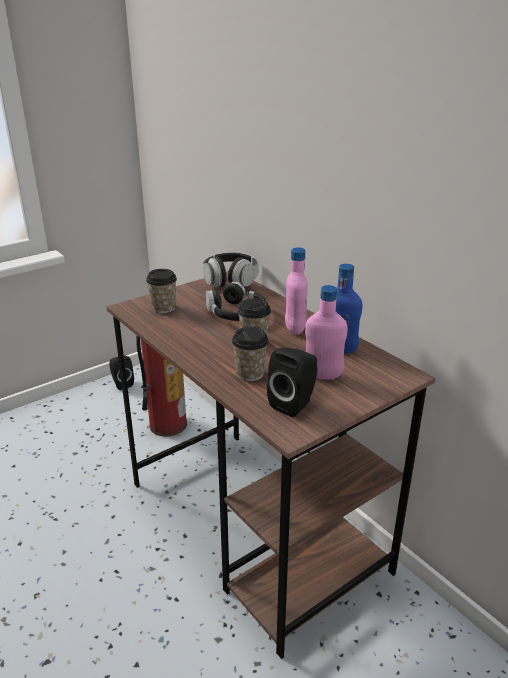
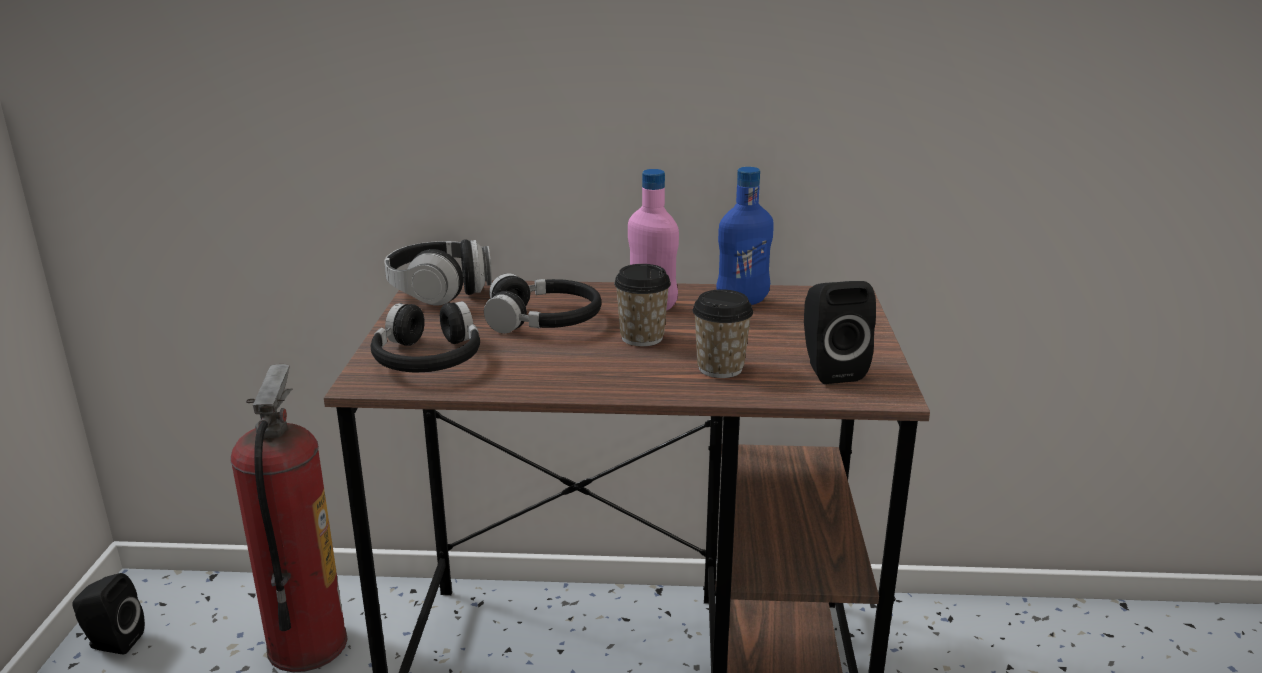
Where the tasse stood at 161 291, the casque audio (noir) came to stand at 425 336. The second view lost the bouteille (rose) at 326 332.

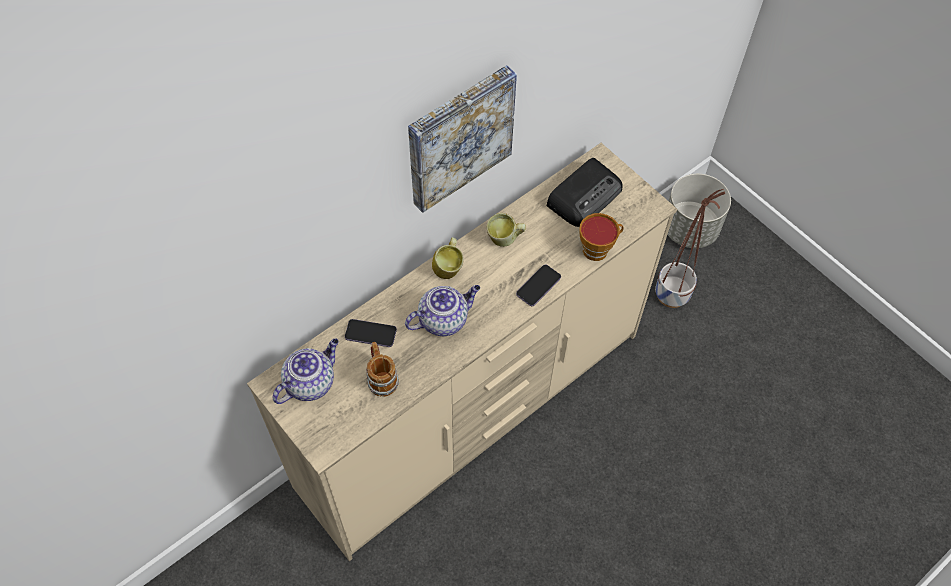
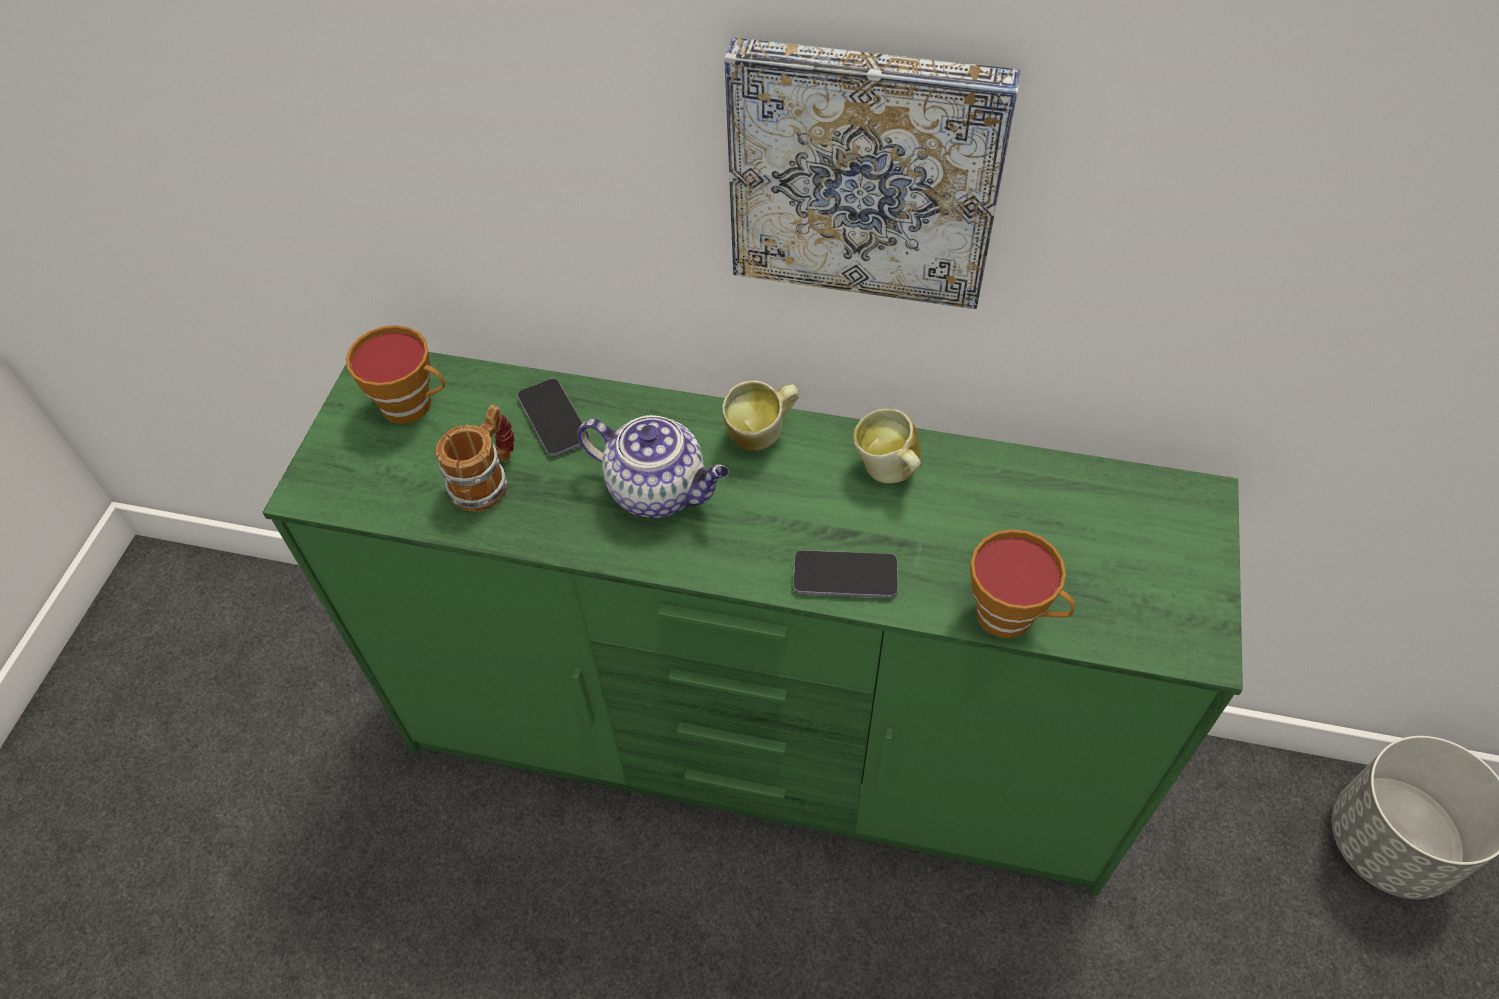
What was the commode (beige) at 462 352 turned into the commode (vert) at 752 624. Where the théière stood at 306 371, the tasse came to stand at 395 374. The second view lost the radio at 585 192. The second view lost the cache-pot at 690 248.

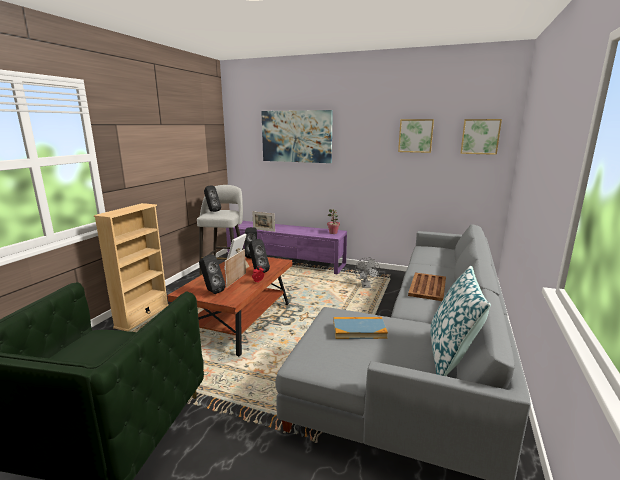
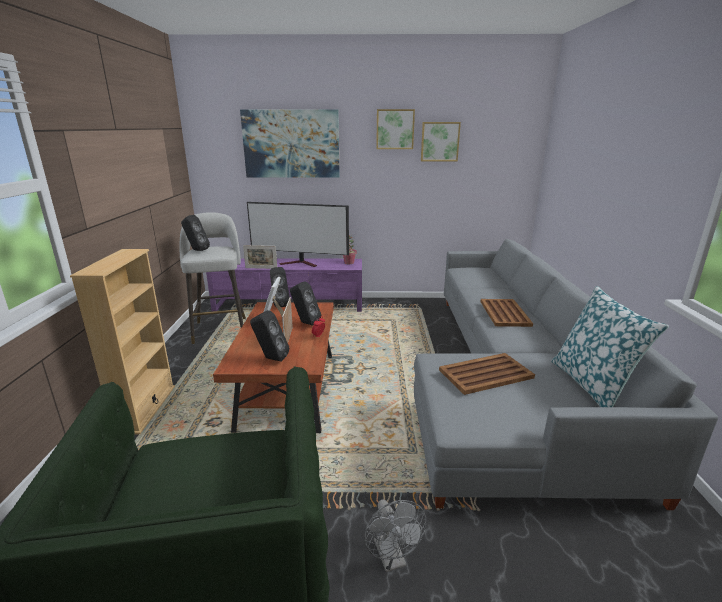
The second view gained the téléviseur at 298 234. The ventilateur (gris) ended up elsewhere, having gone from 367 272 to 396 535. The tableau ended up elsewhere, having gone from 481 137 to 395 129. Where the livre stood at 360 328, the plateau (marron) came to stand at 487 374.

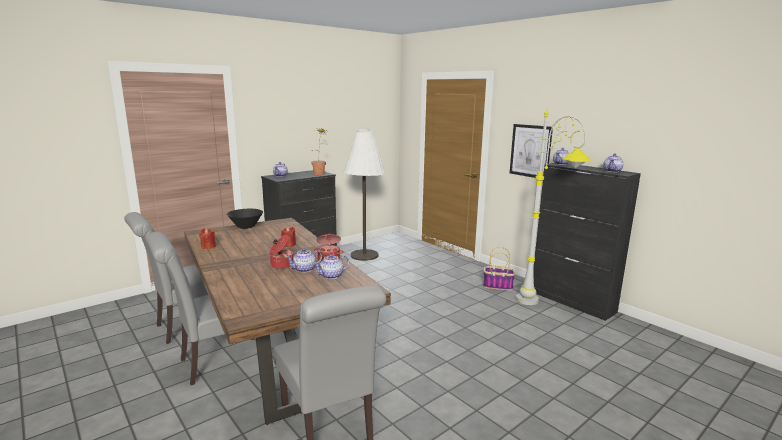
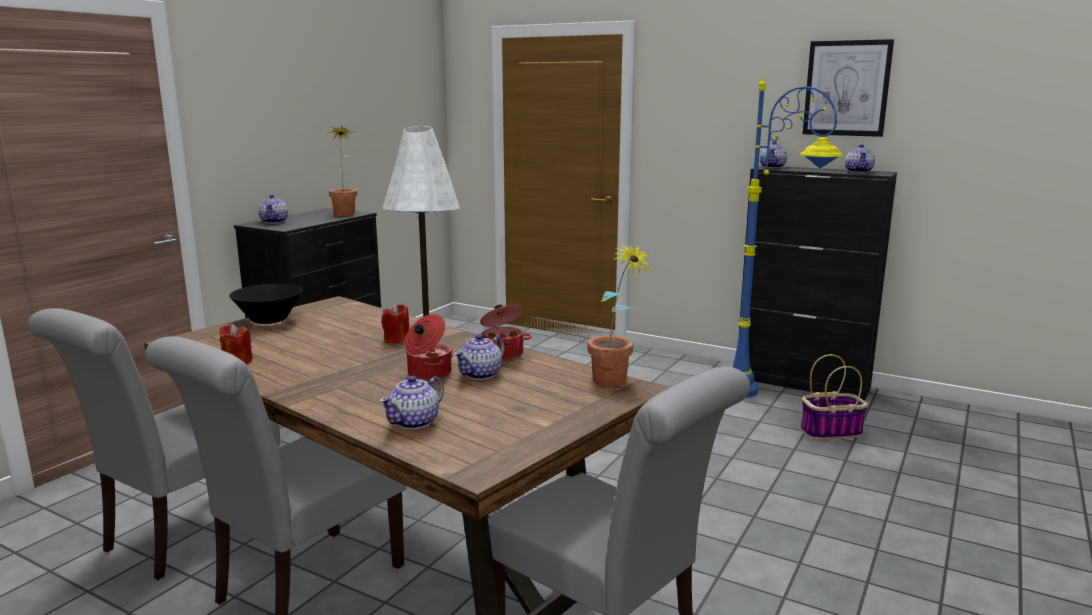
The théière ended up elsewhere, having gone from 331 266 to 411 403. The second view gained the plante en pot at 620 314. What was the lampadaire (gris) at 553 207 turned into the lampadaire (bleu) at 787 236. The panier ended up elsewhere, having gone from 499 269 to 834 397. The tableau ended up elsewhere, having gone from 531 151 to 848 88.

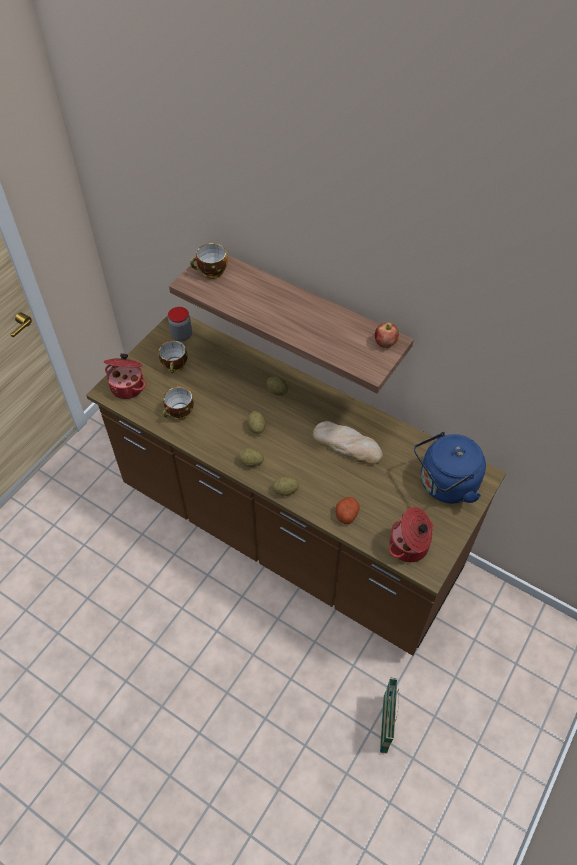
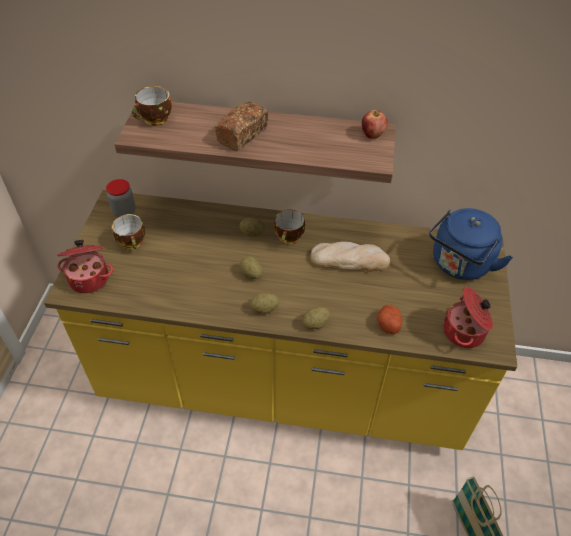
What was the comptoir de cuisine (marron) at 296 485 turned into the comptoir de cuisine (jaune) at 280 320. The second view gained the pain at 241 126. The tasse ended up elsewhere, having gone from 178 403 to 289 227.

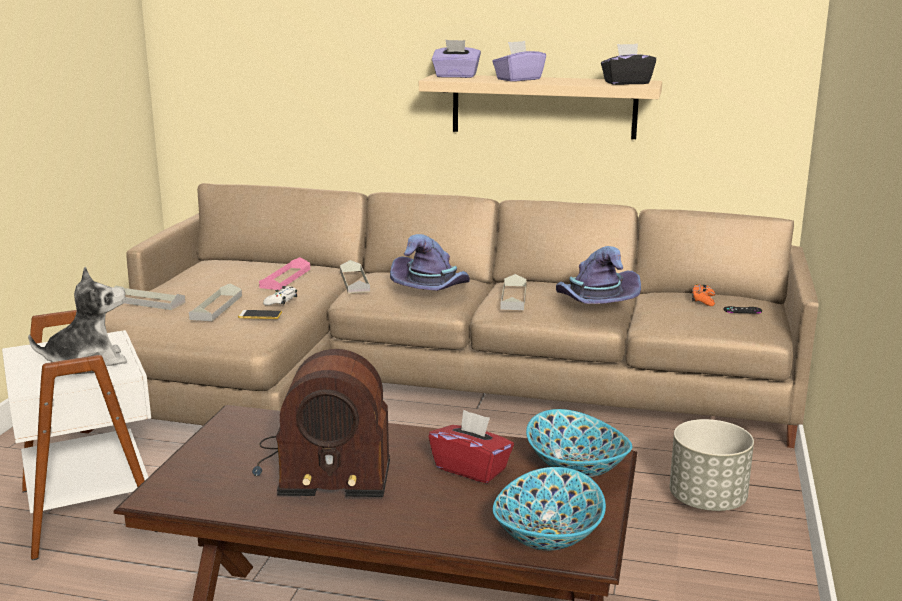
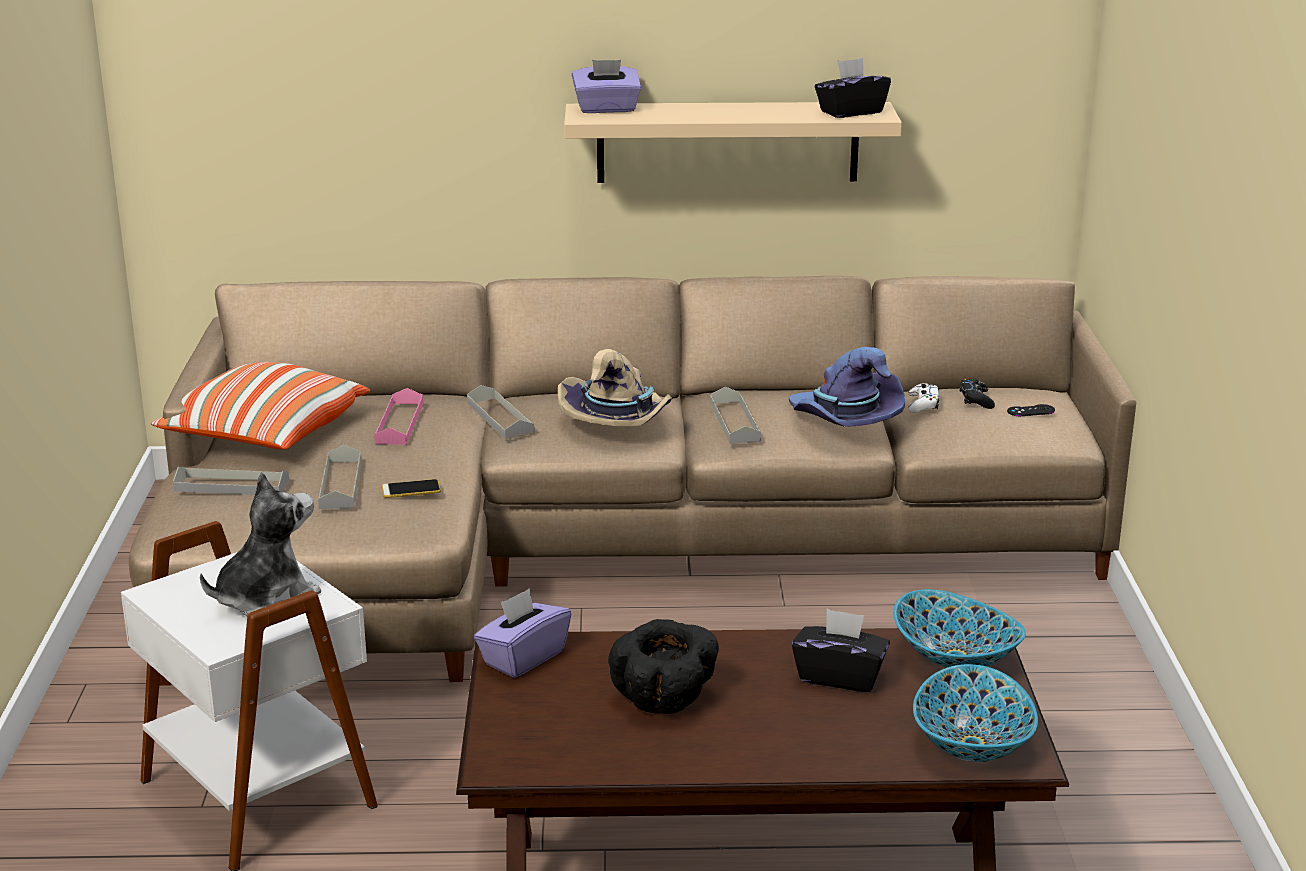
The second view gained the coussin at 260 406. The boîte à mouchoirs (violet) ended up elsewhere, having gone from 519 61 to 522 633. What was the chapeau (violet) at 430 262 turned into the chapeau (beige) at 615 387. Where the radio stood at 321 423, the bol (noir) came to stand at 663 666. What was the boîte à mouchoirs (rouge) at 471 446 turned into the boîte à mouchoirs (noir) at 841 650. The manette (blanc) ended up elsewhere, having gone from 280 295 to 923 398. What was the manette (orange) at 703 295 turned into the manette (noir) at 977 393. The second view lost the cache-pot (gris) at 711 465.

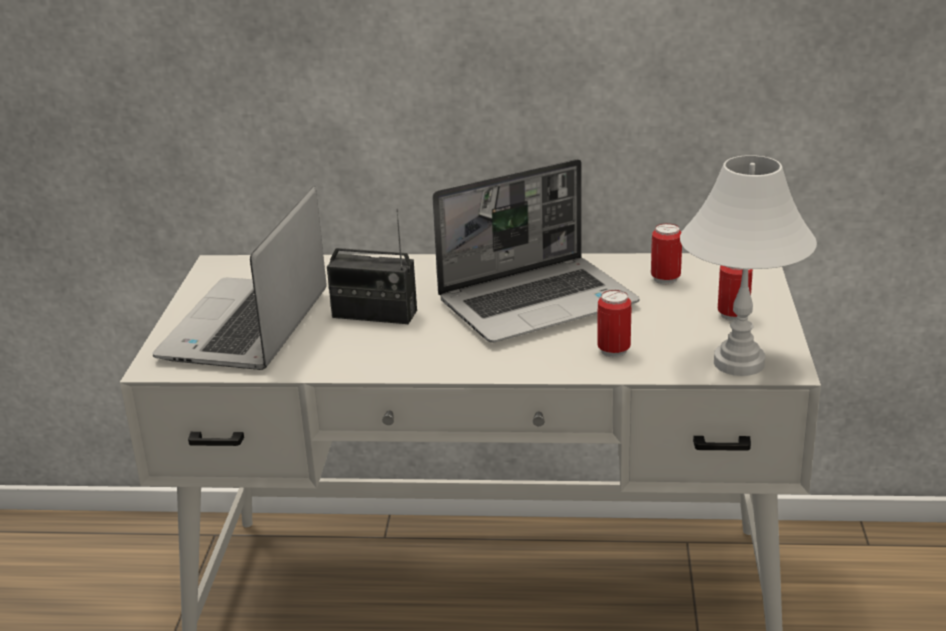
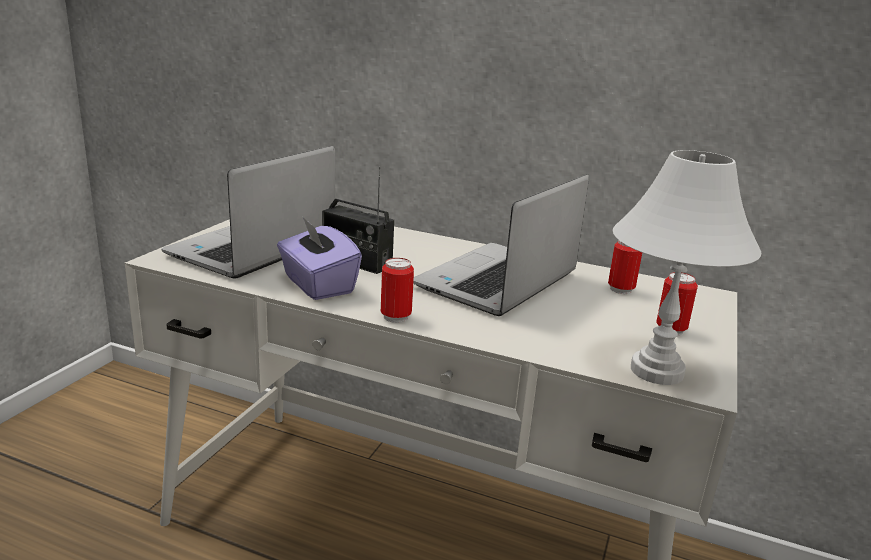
The second view gained the boîte à mouchoirs (violet) at 319 258. The boîte métallique ended up elsewhere, having gone from 614 324 to 397 290. The ordinateur portable at 535 251 ended up facing another way, 135 degrees clockwise from before.

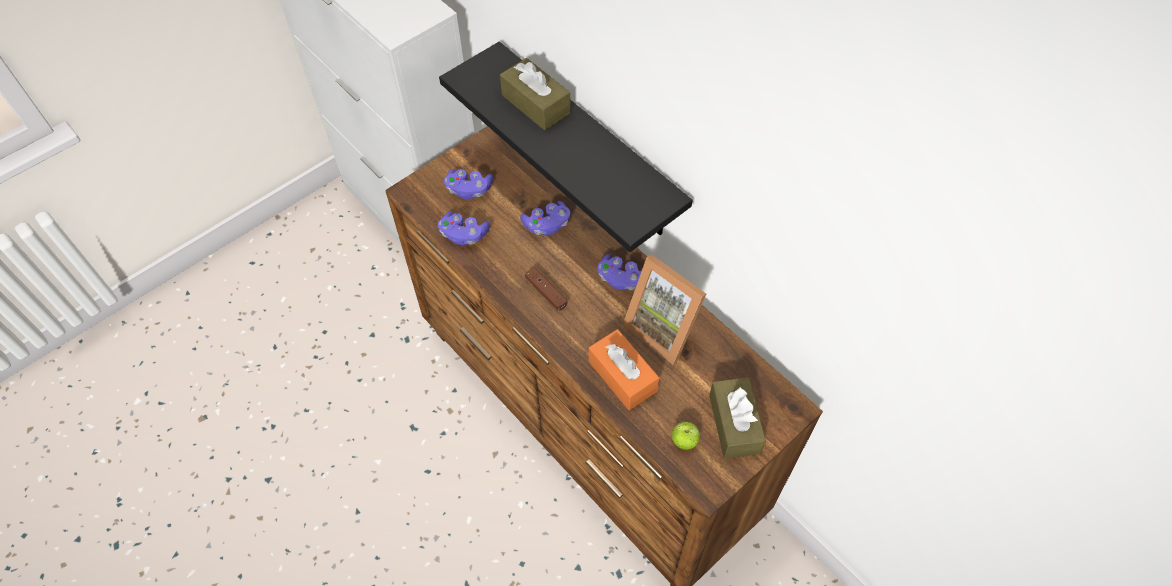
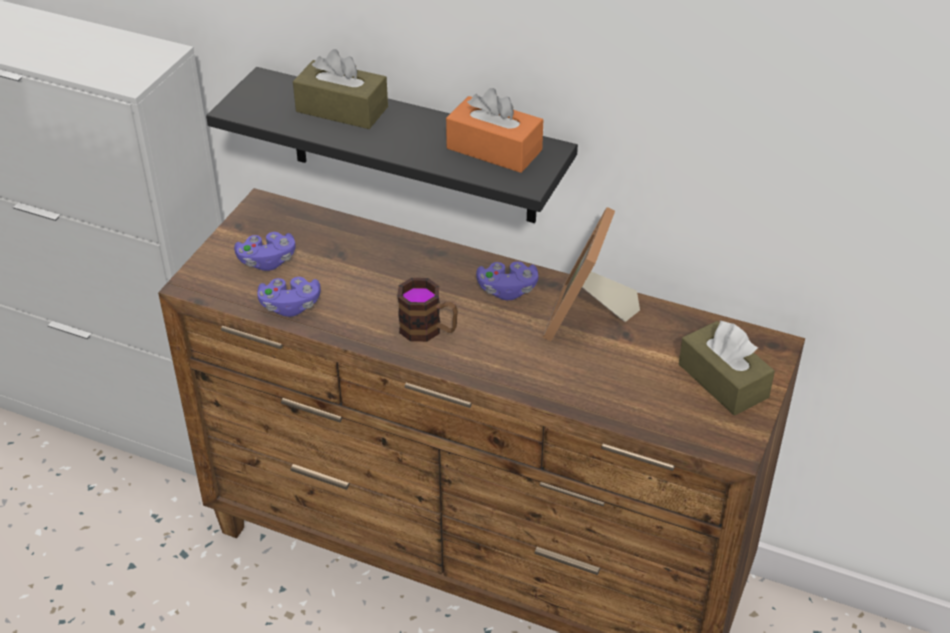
Where the manette (marron) stood at 546 289, the mug came to stand at 427 310. The boîte à mouchoirs (orange) ended up elsewhere, having gone from 624 369 to 494 130. The cadre photo at 664 309 ended up facing another way, 90 degrees clockwise from before. The second view lost the manette (violet) at 545 218. The second view lost the pomme at 686 436.

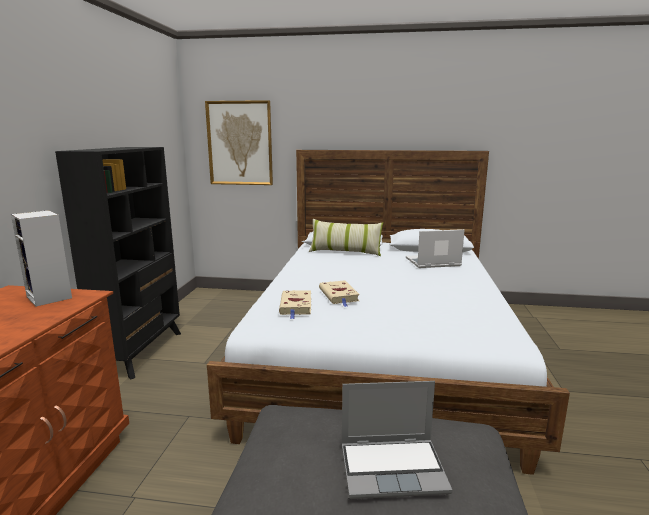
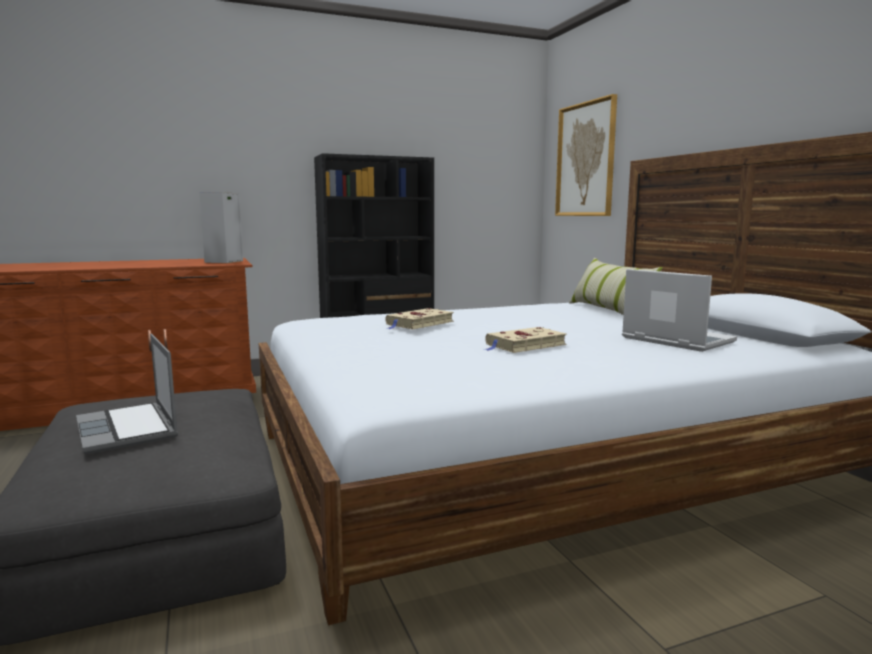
The livre (beige) ended up elsewhere, having gone from 295 304 to 525 340.

